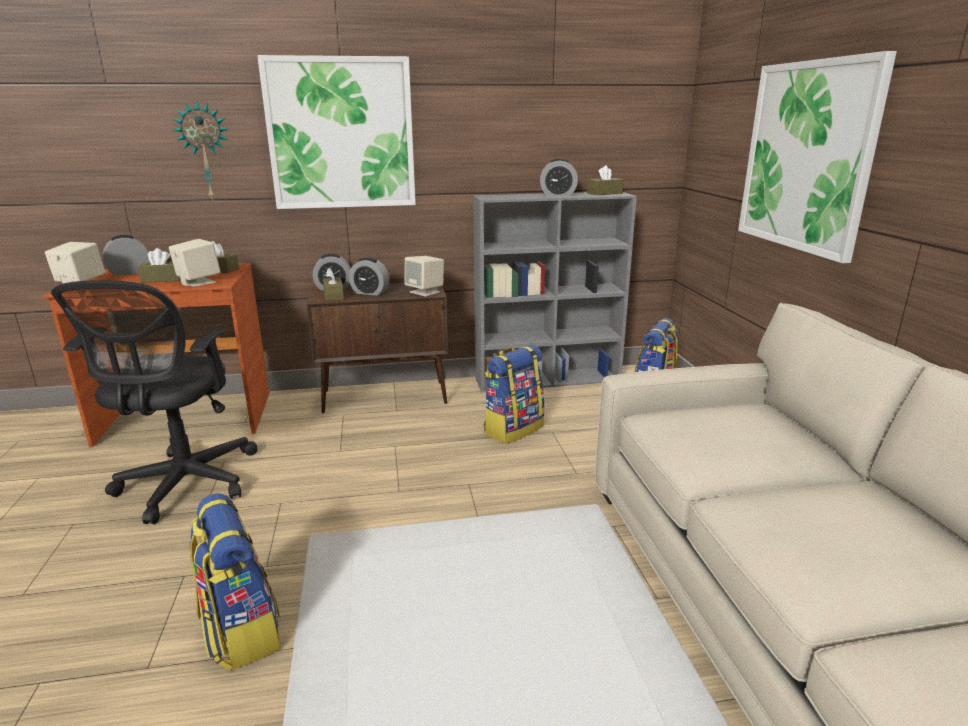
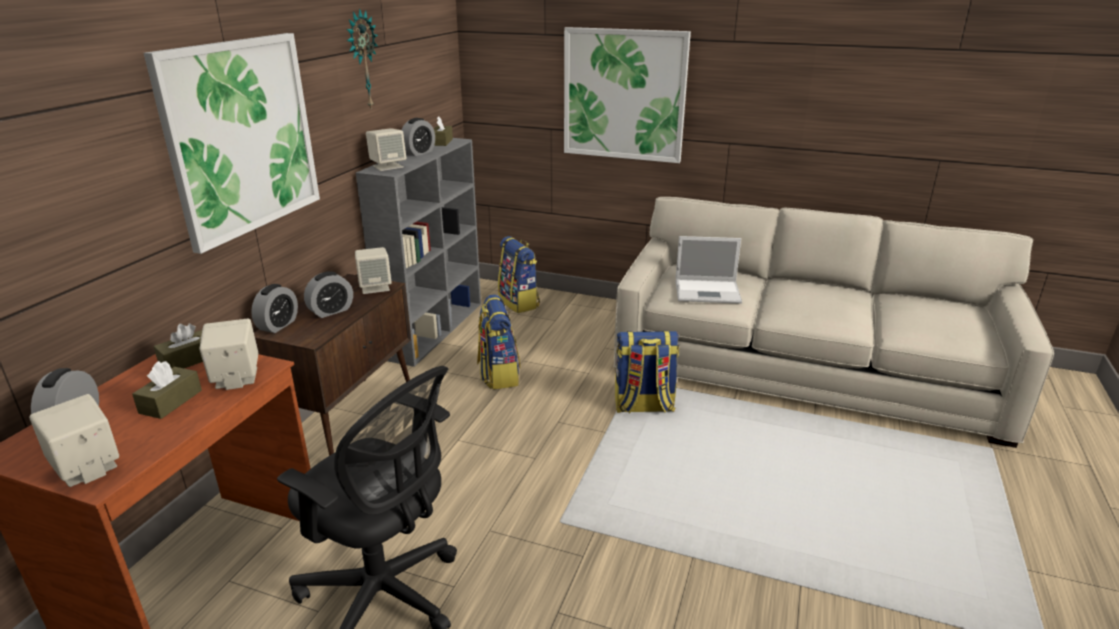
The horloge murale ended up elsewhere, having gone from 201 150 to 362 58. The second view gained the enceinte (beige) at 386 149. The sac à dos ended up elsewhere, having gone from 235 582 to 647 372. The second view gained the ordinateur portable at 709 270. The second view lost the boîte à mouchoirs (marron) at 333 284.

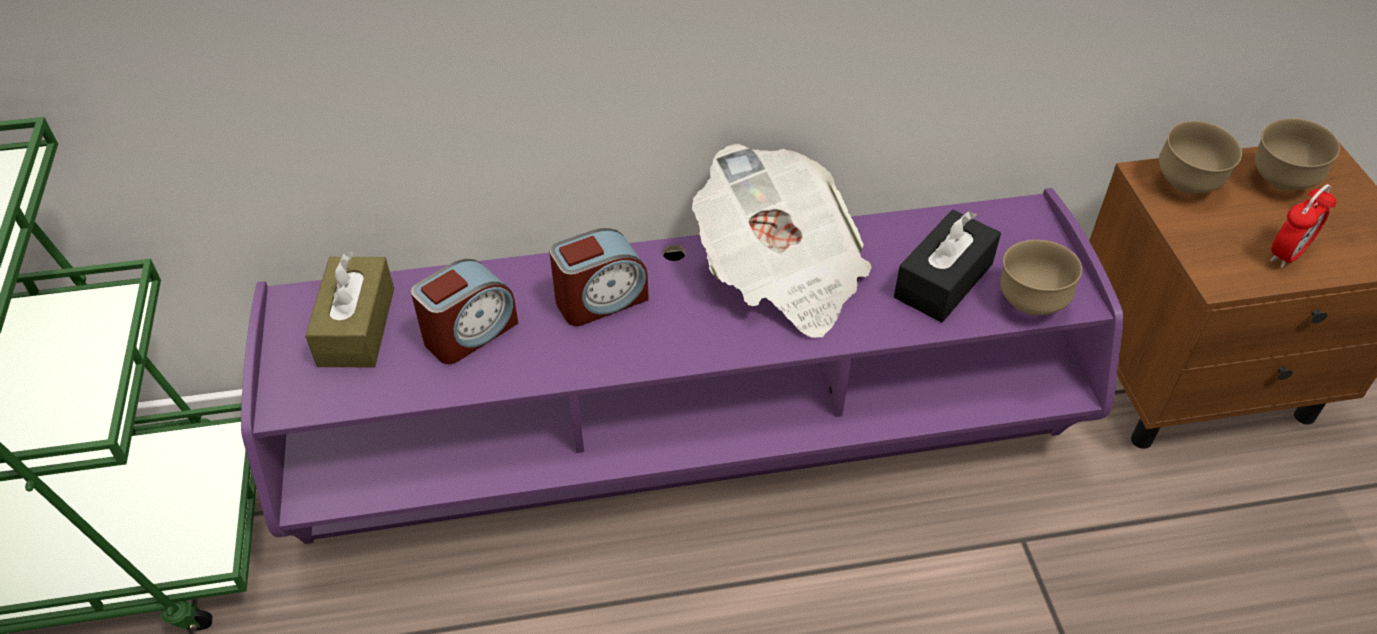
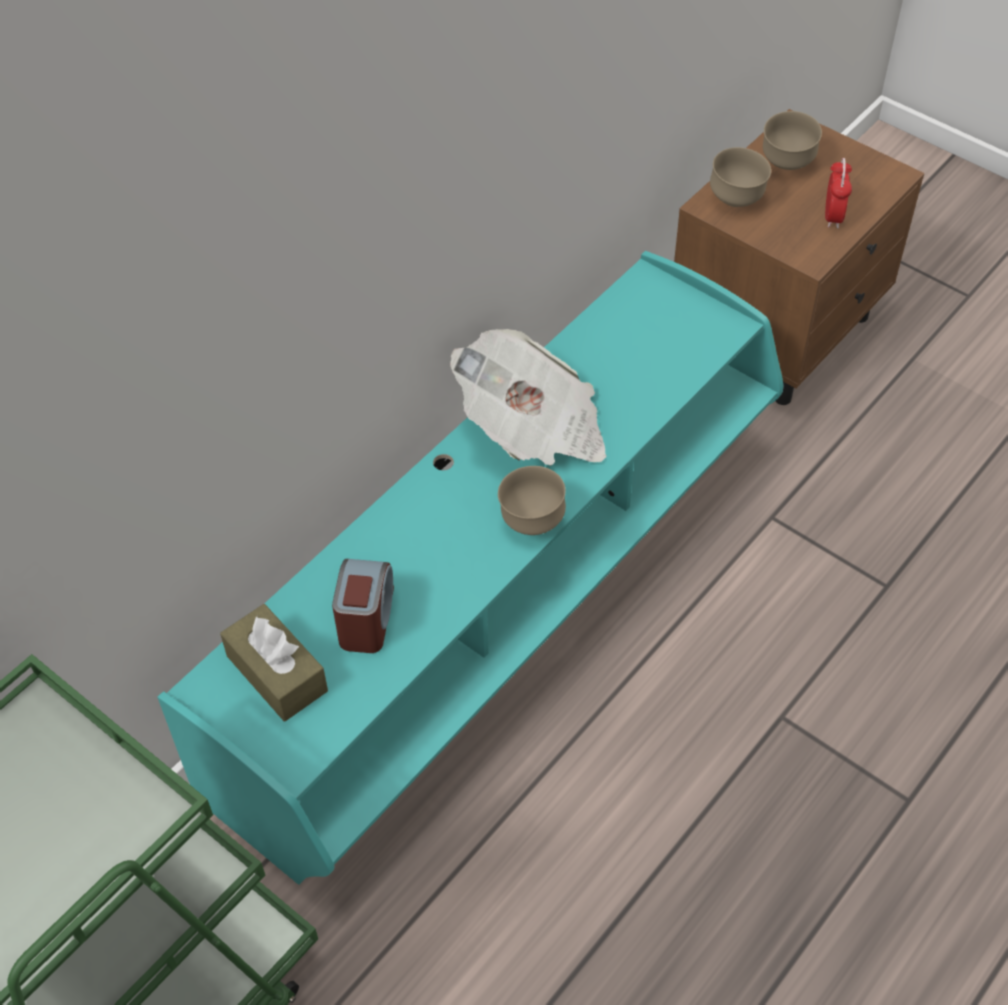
What was the meuble télé (violet) at 682 366 turned into the meuble télé (turquoise) at 470 568. The bol (marron) ended up elsewhere, having gone from 1041 277 to 532 500. The second view lost the réveil at 599 277. The second view lost the boîte à mouchoirs (noir) at 947 266.

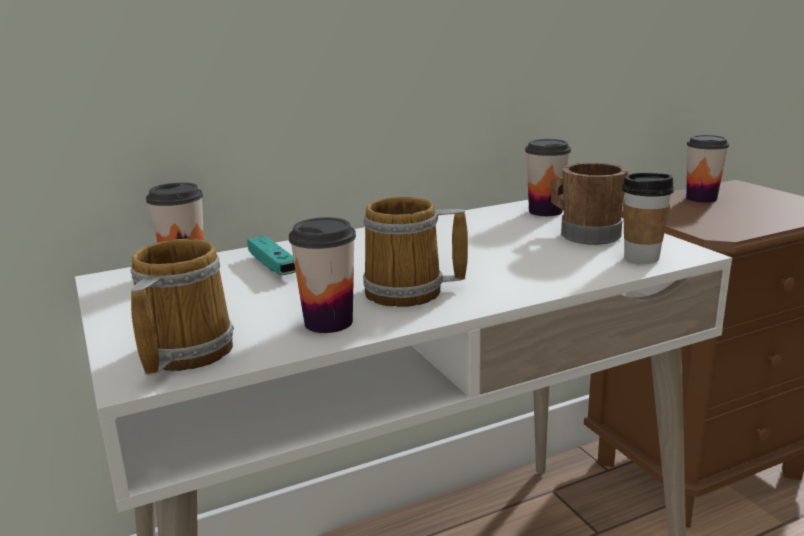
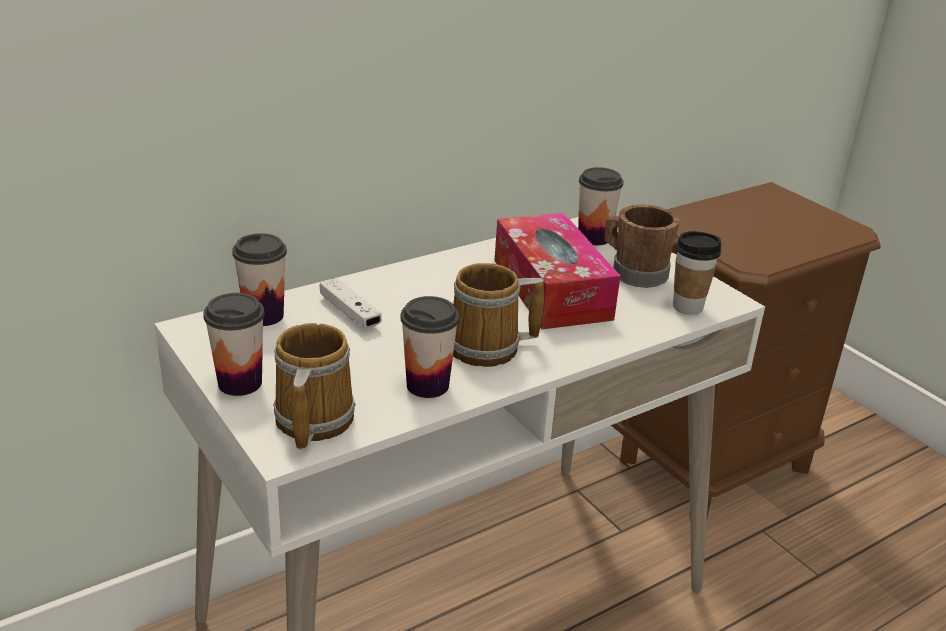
The tasse ended up elsewhere, having gone from 707 169 to 234 344. What was the manette (turquoise) at 271 255 turned into the manette (blanc) at 351 303. The second view gained the boîte à mouchoirs at 557 271.

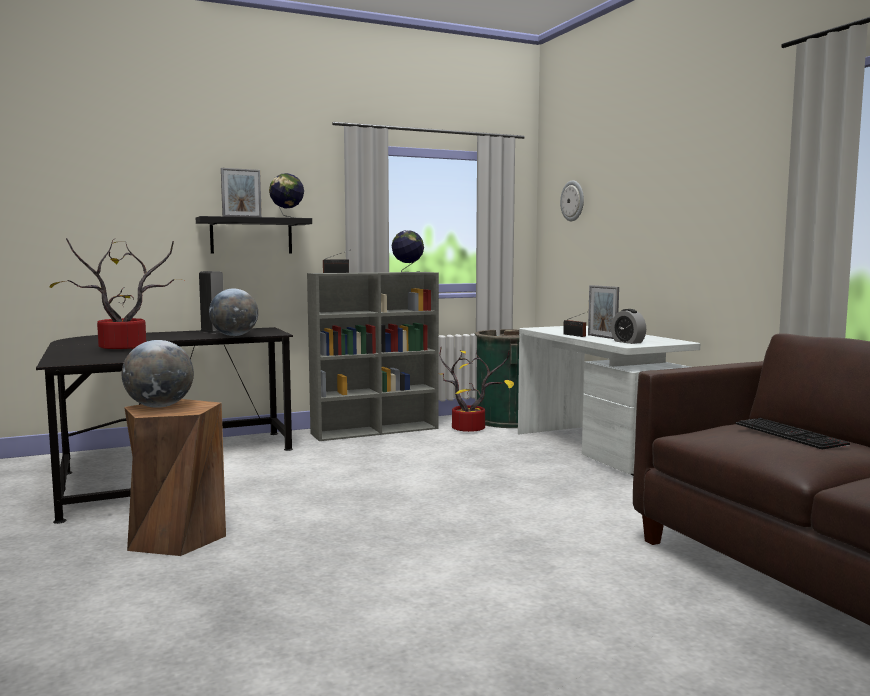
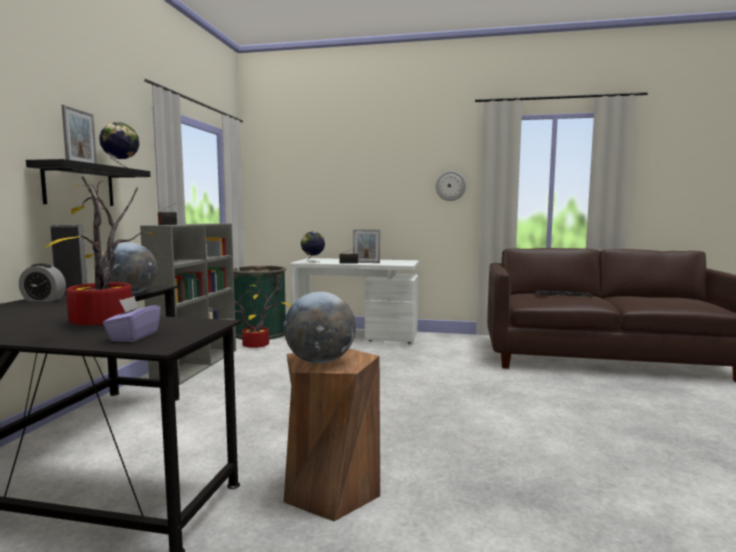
The réveil ended up elsewhere, having gone from 628 326 to 42 282. The second view gained the boîte à mouchoirs (violet) at 132 319. The globe ended up elsewhere, having gone from 408 251 to 313 247. The horloge murale ended up elsewhere, having gone from 572 201 to 451 186.

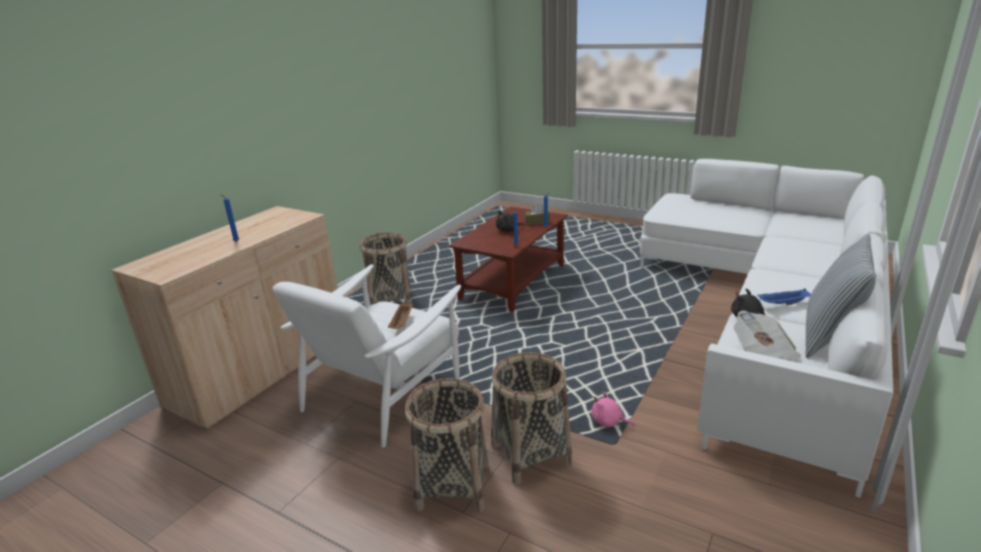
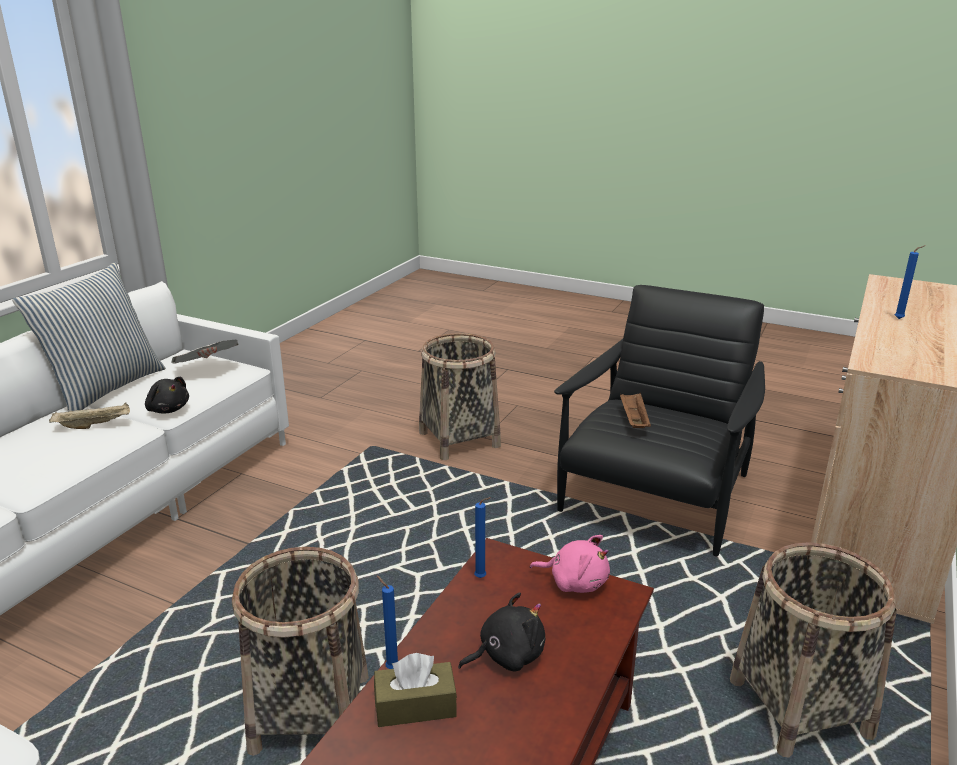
What was the plateau (bleu) at 784 297 turned into the plateau (beige) at 89 415. The panier ended up elsewhere, having gone from 446 445 to 300 651. The peluche (rose) ended up elsewhere, having gone from 613 409 to 570 564. What was the fauteuil (blanc) at 367 356 turned into the fauteuil (noir) at 659 420.

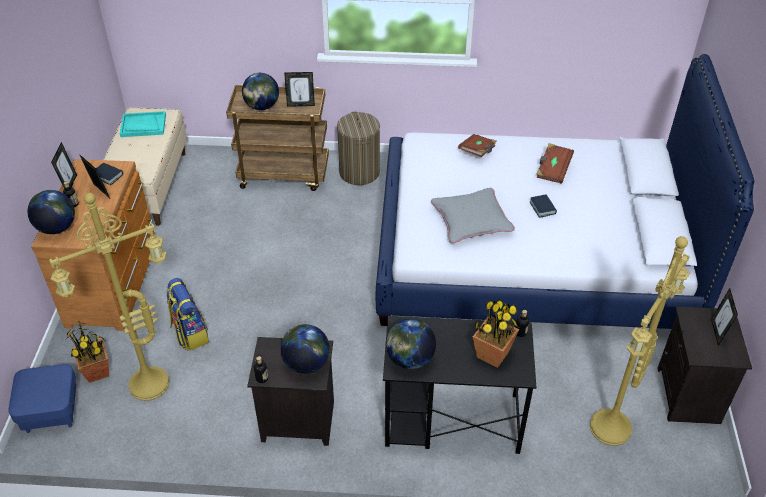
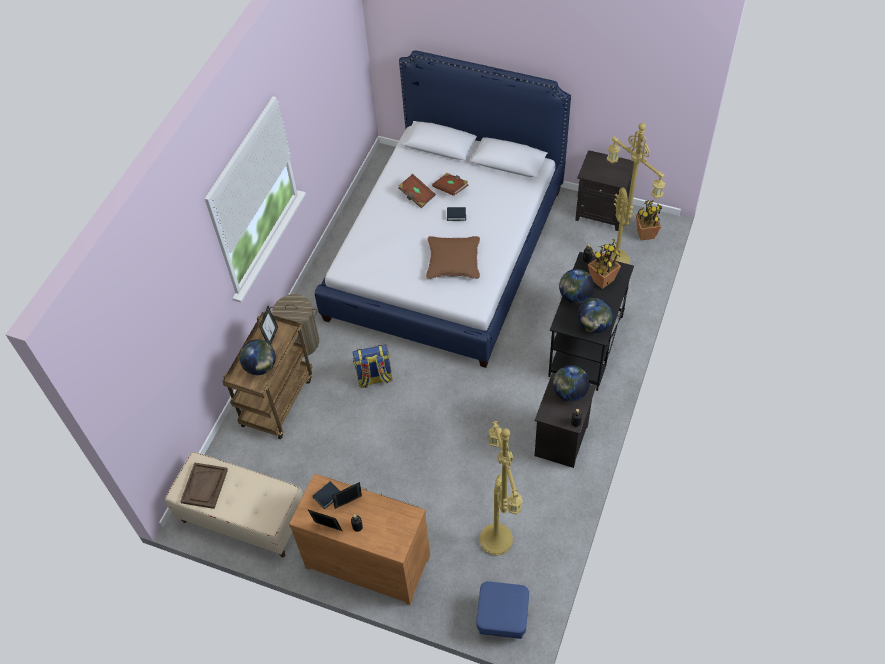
What was the plateau (turquoise) at 143 124 turned into the plateau (marron) at 204 485. The sac à dos ended up elsewhere, having gone from 187 314 to 372 367. What was the coussin (gris) at 473 215 turned into the coussin (marron) at 453 257. The livre (marron) ended up elsewhere, having gone from 477 145 to 450 184. The globe ended up elsewhere, having gone from 51 212 to 576 286. The plante en pot ended up elsewhere, having gone from 87 352 to 649 220. The second view lost the cadre photo at 724 317.

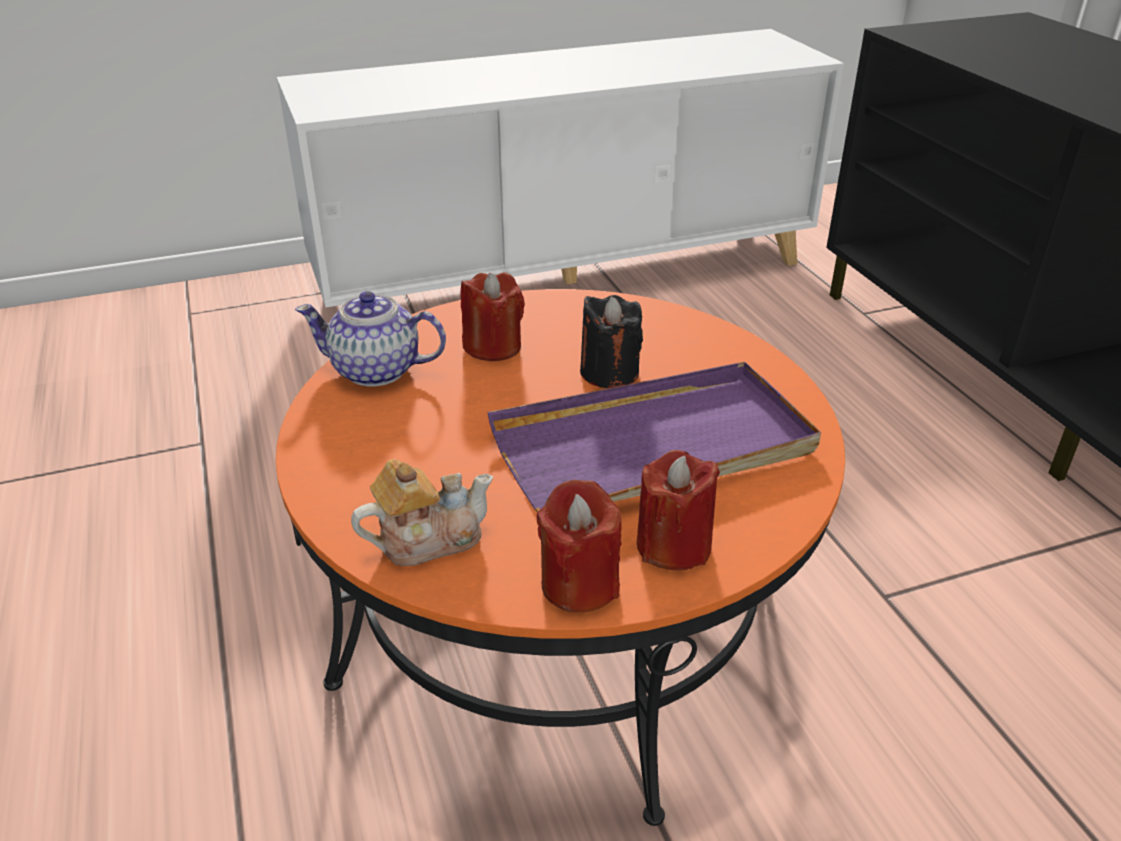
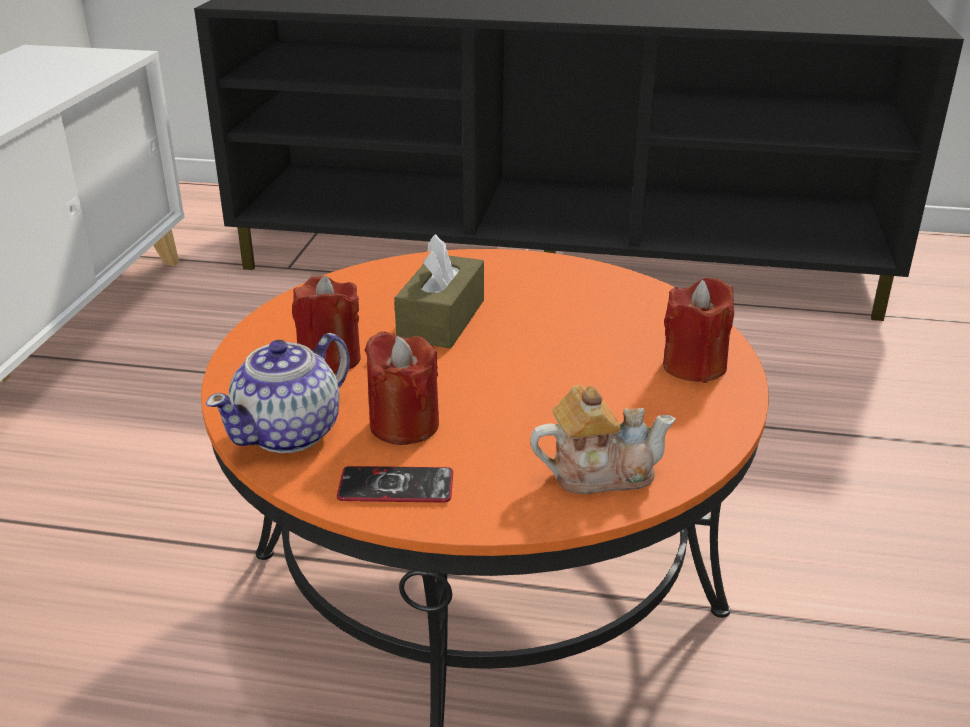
The second view gained the téléphone at 395 484. The bougie (rouge) ended up elsewhere, having gone from 579 546 to 401 388. Where the bougie (noir) stood at 611 341, the boîte à mouchoirs (marron) came to stand at 439 291. The théière at 422 512 ended up facing another way, 75 degrees clockwise from before. The second view lost the plateau (violet) at 654 437.

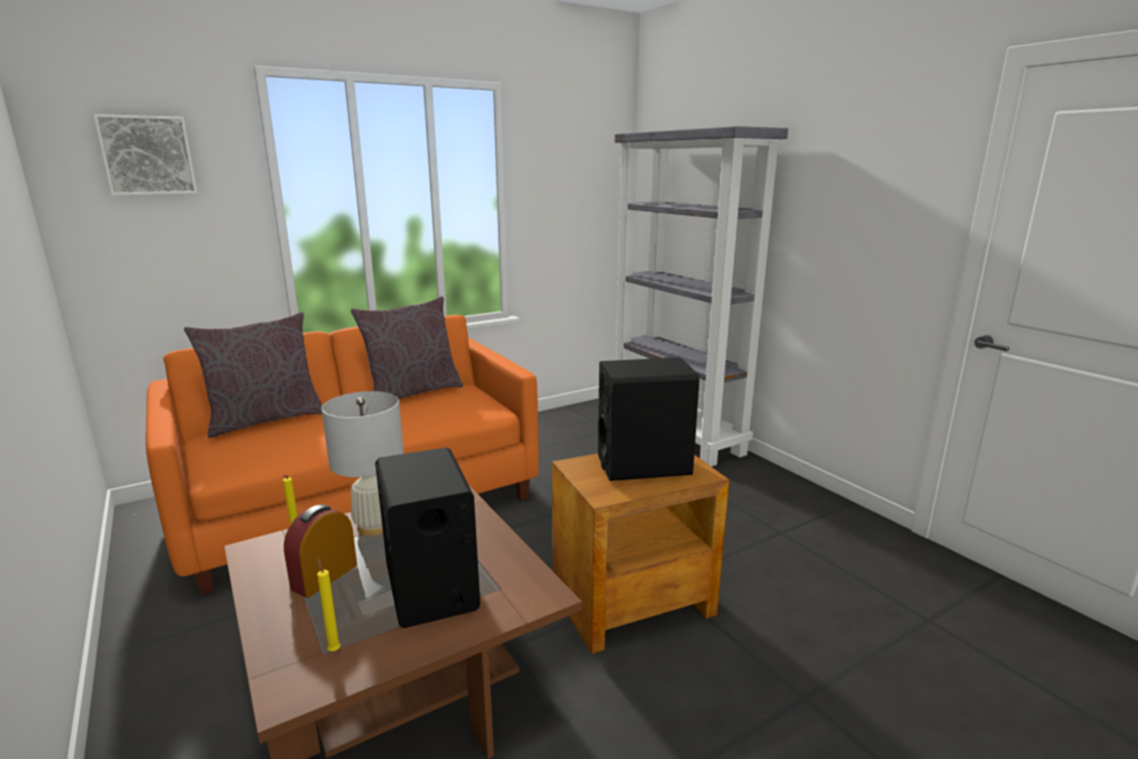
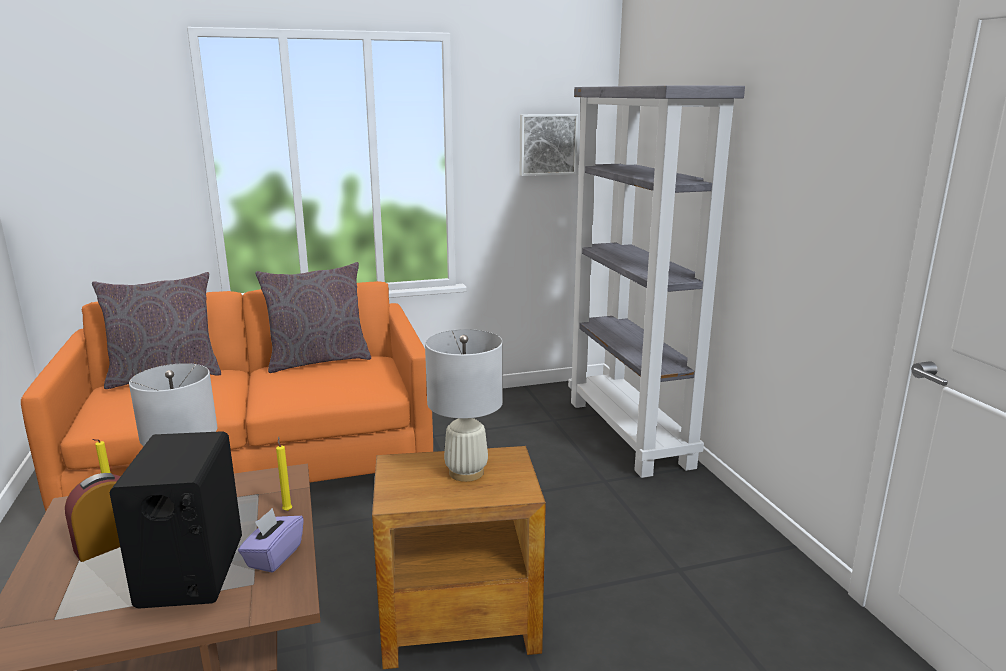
The second view gained the boîte à mouchoirs (violet) at 271 540. The bougie (jaune) ended up elsewhere, having gone from 329 604 to 284 473. Where the enceinte (noir) stood at 649 419, the lampe de table (blanc) came to stand at 464 405. The tableau ended up elsewhere, having gone from 145 155 to 549 145.

